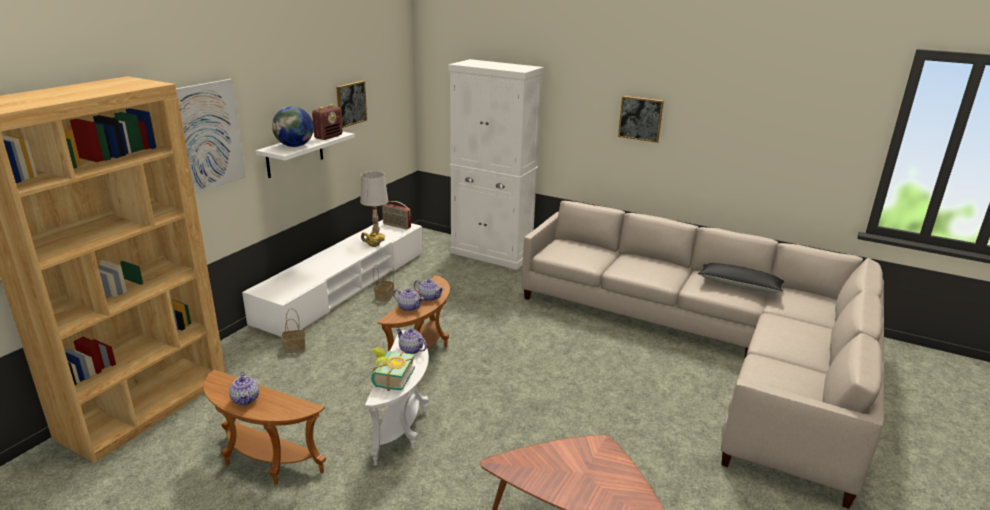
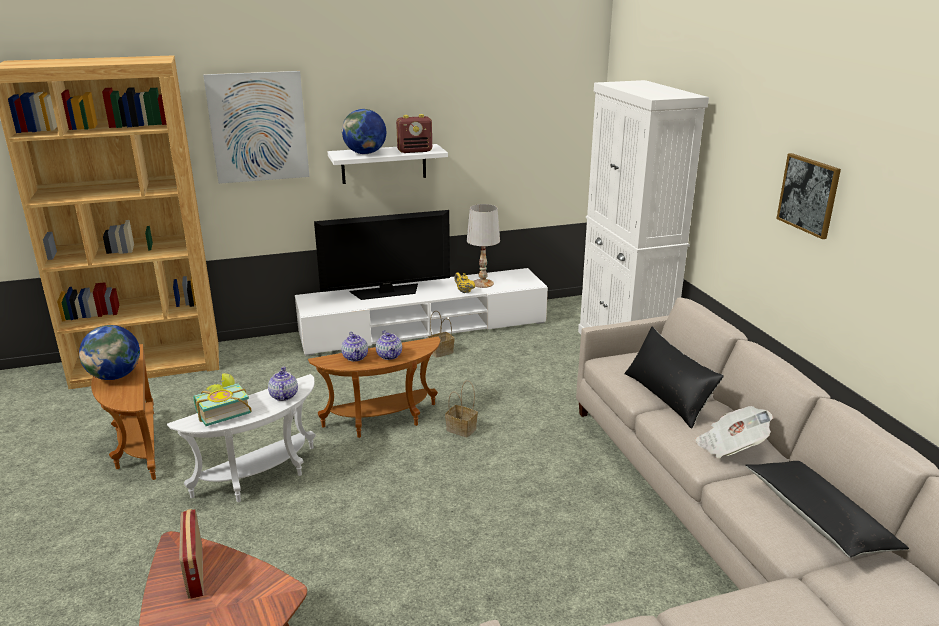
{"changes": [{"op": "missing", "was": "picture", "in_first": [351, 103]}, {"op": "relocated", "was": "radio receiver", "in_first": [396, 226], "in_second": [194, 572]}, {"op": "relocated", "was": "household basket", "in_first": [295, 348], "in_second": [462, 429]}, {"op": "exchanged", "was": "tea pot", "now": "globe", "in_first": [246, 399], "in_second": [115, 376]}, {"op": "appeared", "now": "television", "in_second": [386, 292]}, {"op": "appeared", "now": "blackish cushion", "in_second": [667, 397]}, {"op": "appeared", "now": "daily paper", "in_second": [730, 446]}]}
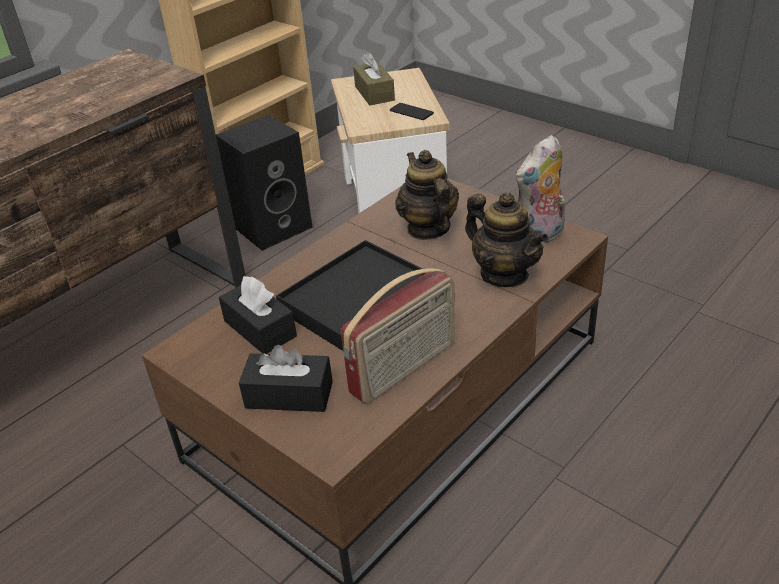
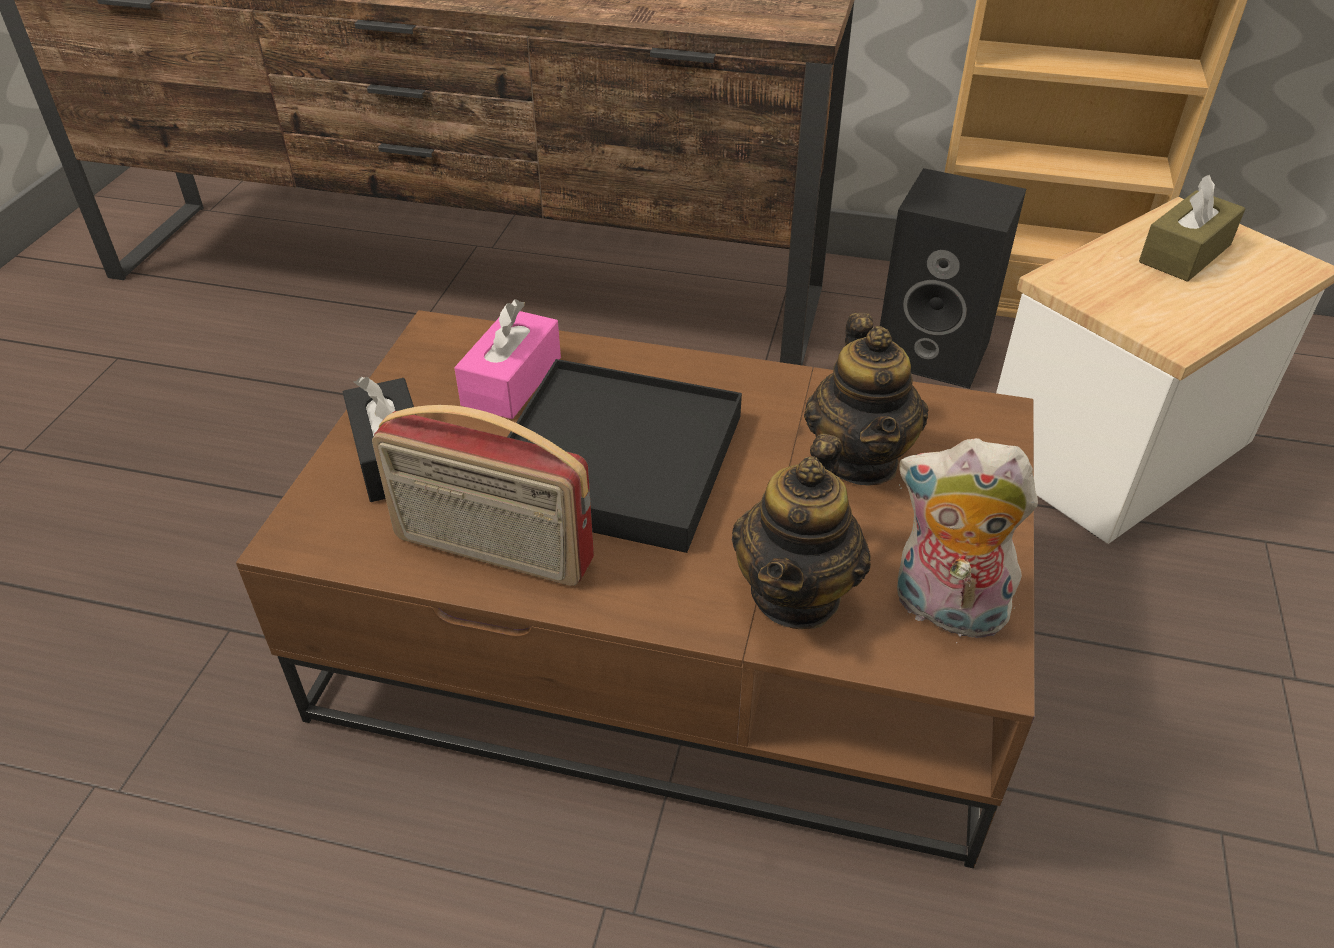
{"changes": [{"op": "missing", "was": "phone", "in_first": [411, 112]}, {"op": "spun", "was": "tea pot", "in_first": [428, 228], "in_second": [859, 459], "clockwise": 135}, {"op": "colour", "was": "blackish tissue box", "now": "pinkish tissue box", "in_first": [260, 329], "in_second": [512, 381]}]}
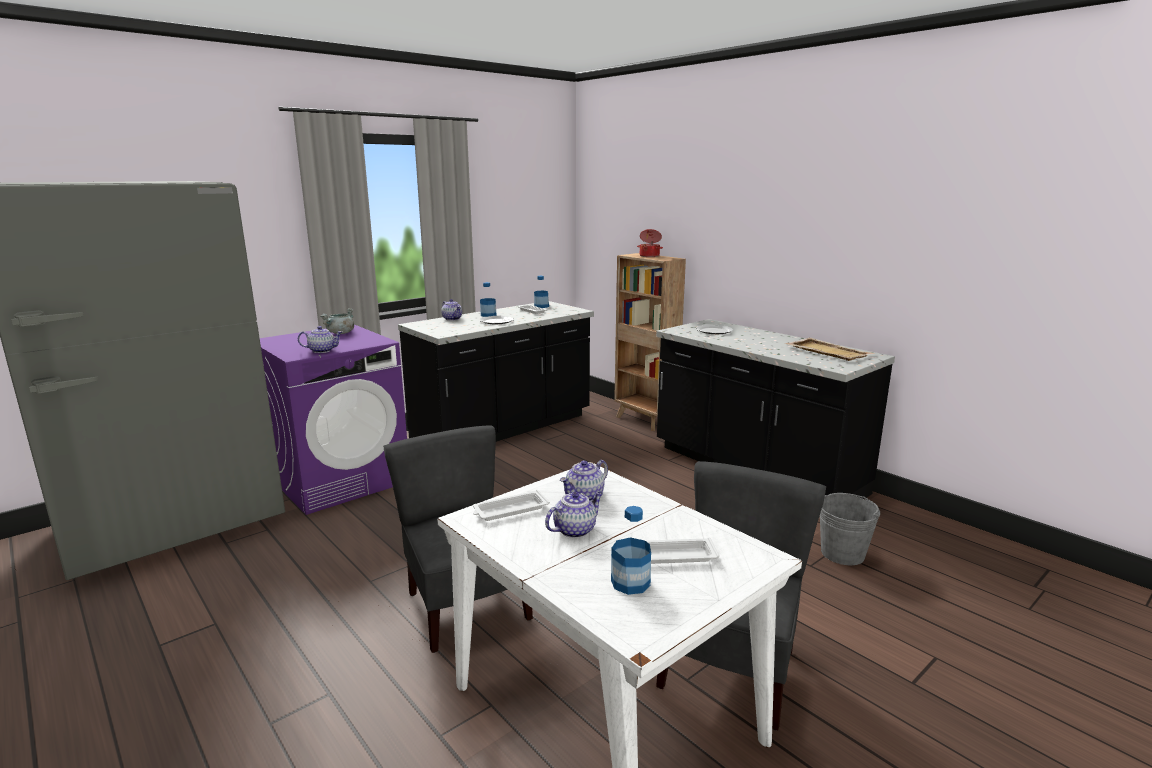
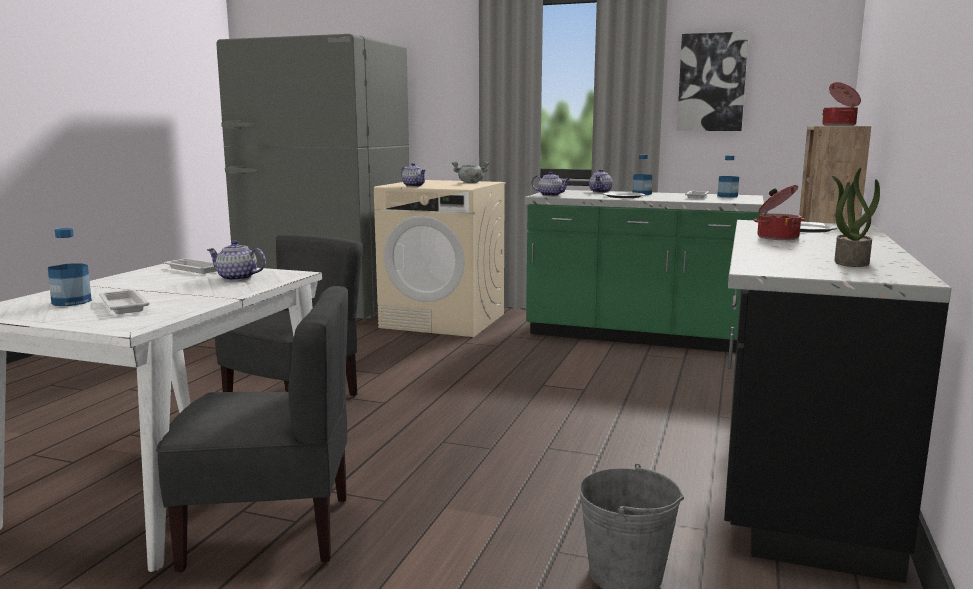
{"changes": [{"op": "colour", "was": "blackish kitchen counter", "now": "green-coloured kitchen counter", "in_first": [504, 429], "in_second": [638, 336]}, {"op": "colour", "was": "purple-coloured washing machine", "now": "sand-coloured washing machine", "in_first": [341, 480], "in_second": [444, 321]}, {"op": "exchanged", "was": "sand-coloured carrying tray", "now": "houseplant", "in_first": [827, 351], "in_second": [850, 262]}, {"op": "relocated", "was": "tea pot", "in_first": [575, 530], "in_second": [551, 195]}, {"op": "appeared", "now": "picture", "in_second": [712, 82]}, {"op": "appeared", "now": "stockpot", "in_second": [777, 237]}]}
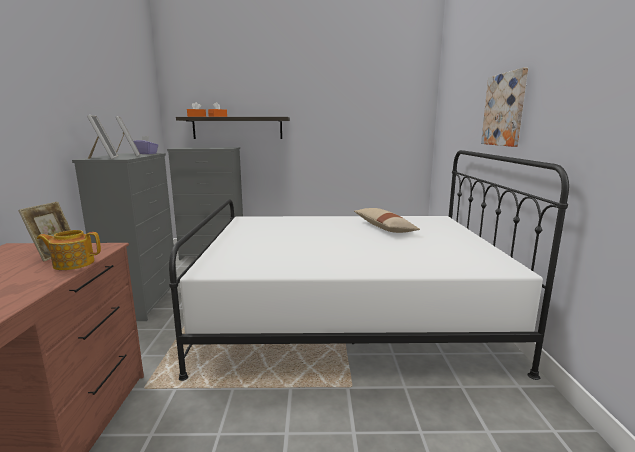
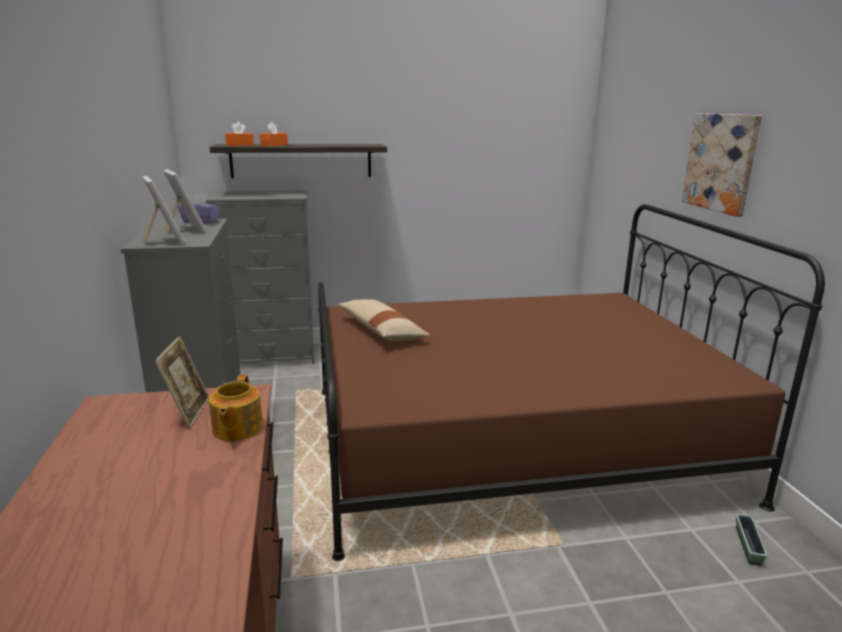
{"changes": [{"op": "colour", "was": "white bedroom bed", "now": "brown-coloured bedroom bed", "in_first": [347, 314], "in_second": [512, 442]}, {"op": "relocated", "was": "sand-coloured cushion", "in_first": [384, 228], "in_second": [381, 331]}, {"op": "spun", "was": "tea pot", "in_first": [73, 263], "in_second": [236, 429], "clockwise": -75}, {"op": "appeared", "now": "plant pot", "in_second": [748, 546]}]}
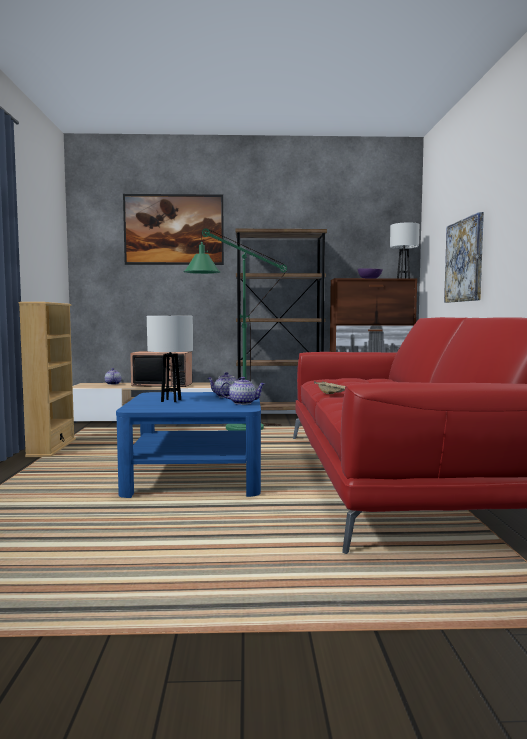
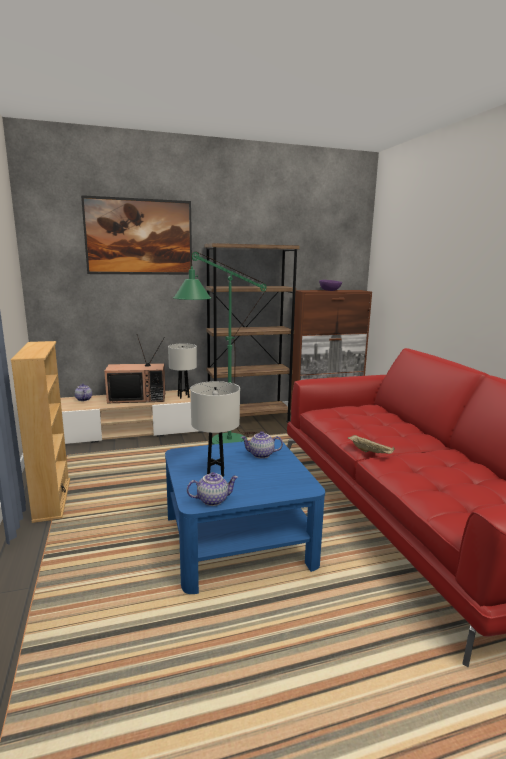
{"changes": [{"op": "missing", "was": "picture", "in_first": [464, 260]}, {"op": "relocated", "was": "white lamp for a table", "in_first": [403, 278], "in_second": [183, 396]}, {"op": "relocated", "was": "tea pot", "in_first": [243, 403], "in_second": [213, 500]}]}
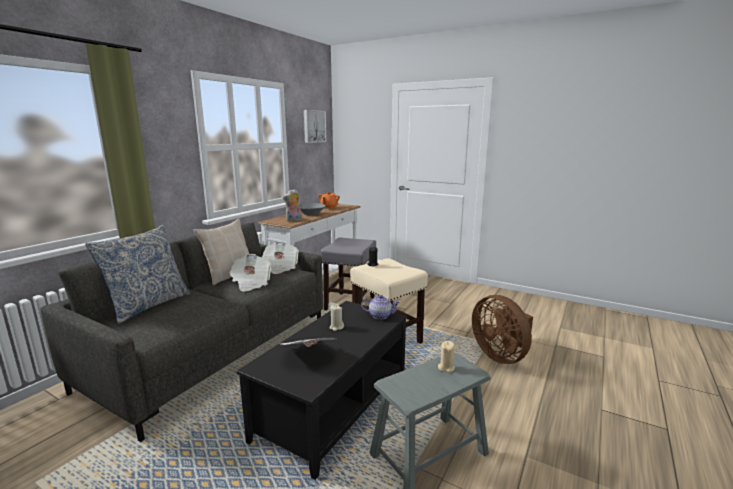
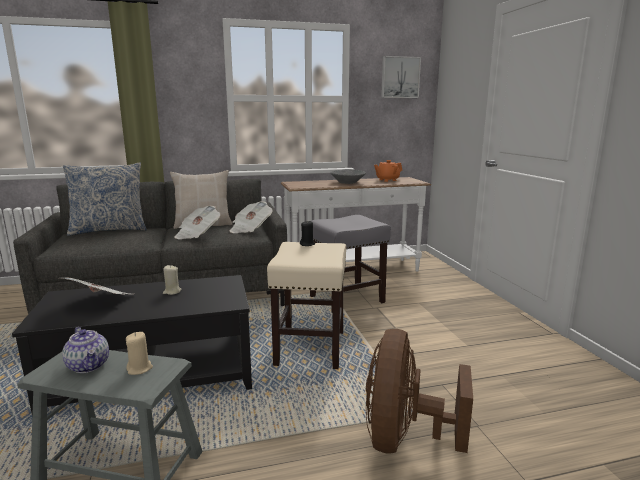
{"changes": [{"op": "missing", "was": "plush toy", "in_first": [293, 220]}, {"op": "relocated", "was": "tea pot", "in_first": [380, 315], "in_second": [89, 365]}]}
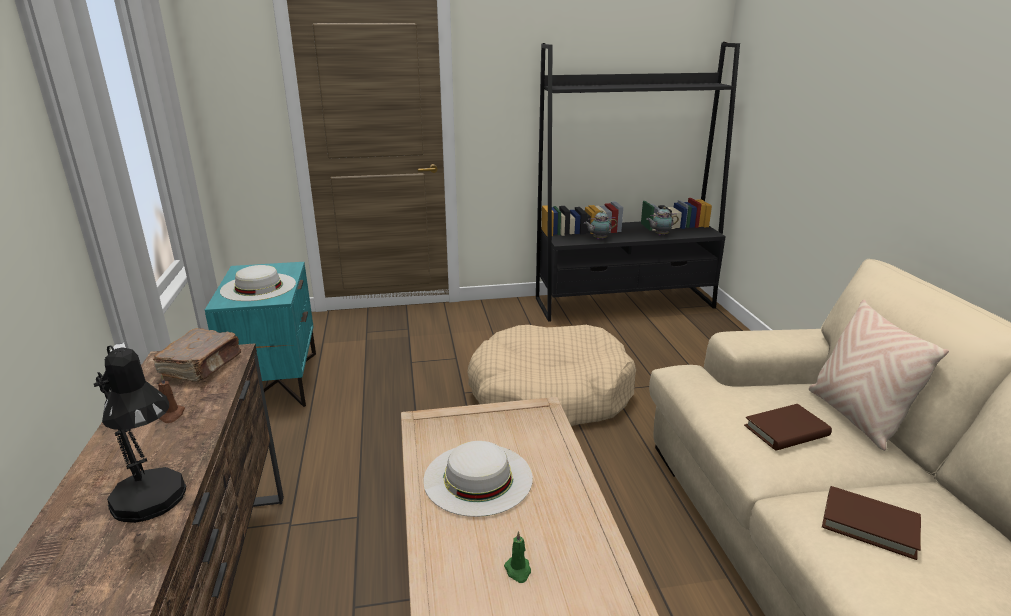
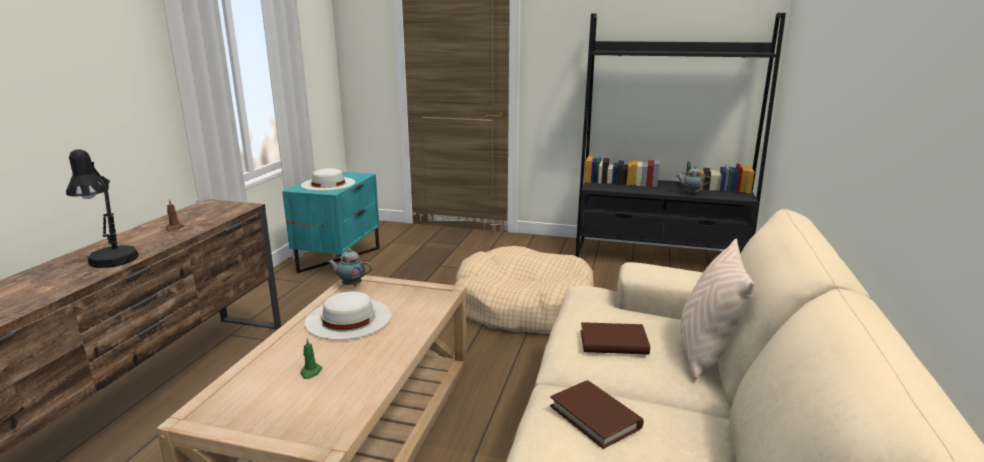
{"changes": [{"op": "relocated", "was": "tea pot", "in_first": [598, 239], "in_second": [351, 285]}, {"op": "missing", "was": "brown-coloured volume", "in_first": [202, 366]}]}
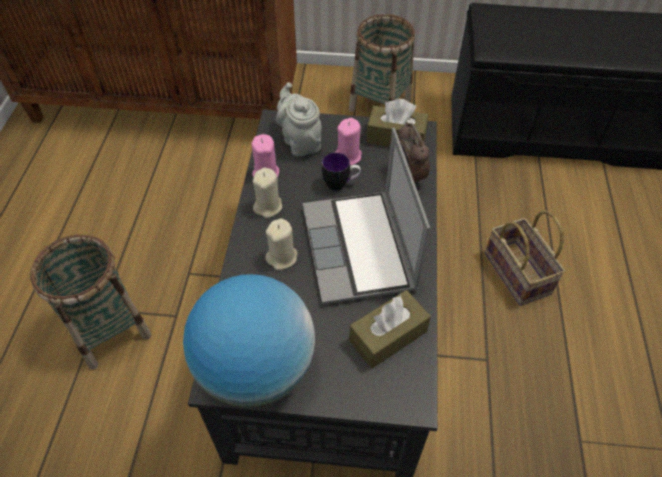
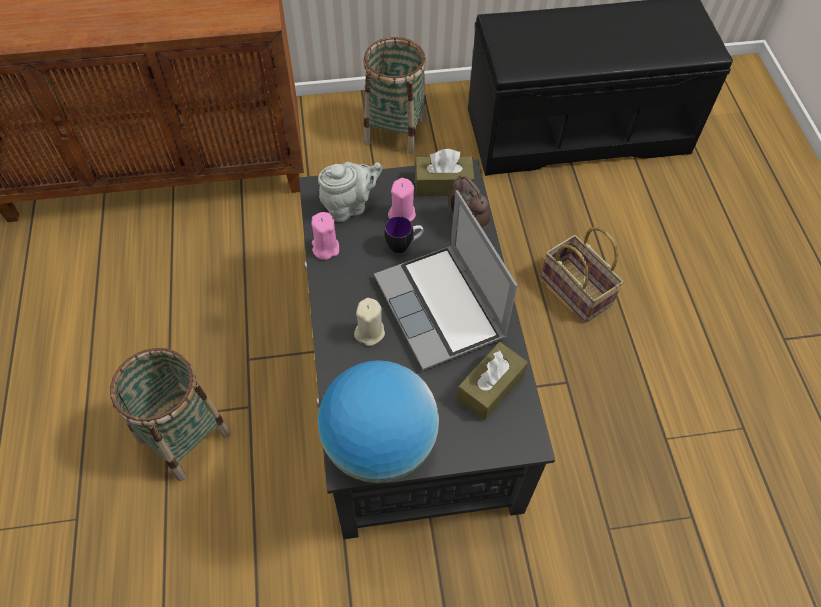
{"changes": [{"op": "spun", "was": "greyish tea pot", "in_first": [300, 141], "in_second": [349, 206], "clockwise": 105}, {"op": "missing", "was": "sand-coloured wax candle", "in_first": [268, 206]}]}
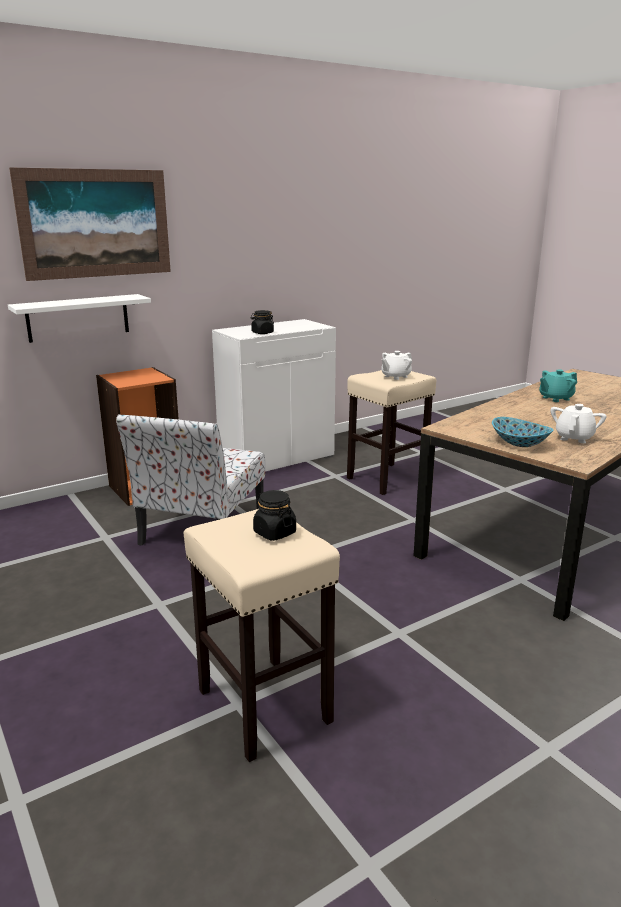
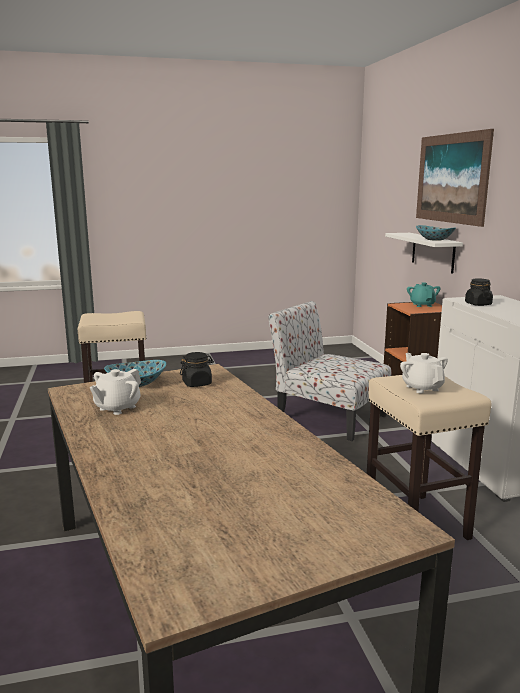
{"changes": [{"op": "relocated", "was": "turquoise tea pot", "in_first": [555, 398], "in_second": [422, 305]}, {"op": "spun", "was": "white tea pot", "in_first": [574, 438], "in_second": [117, 408], "clockwise": 75}, {"op": "relocated", "was": "blackish storage jar", "in_first": [274, 532], "in_second": [197, 383]}, {"op": "appeared", "now": "bowl", "in_second": [434, 239]}]}
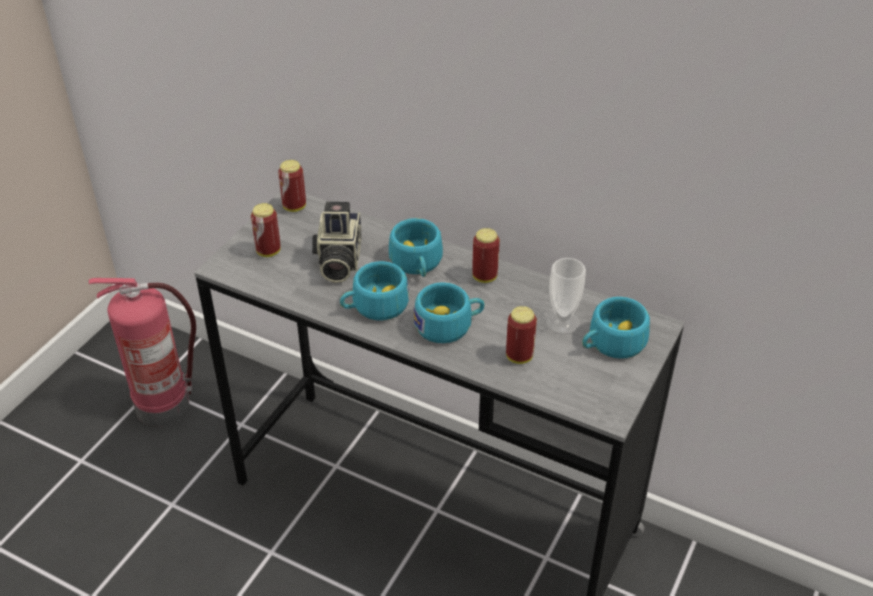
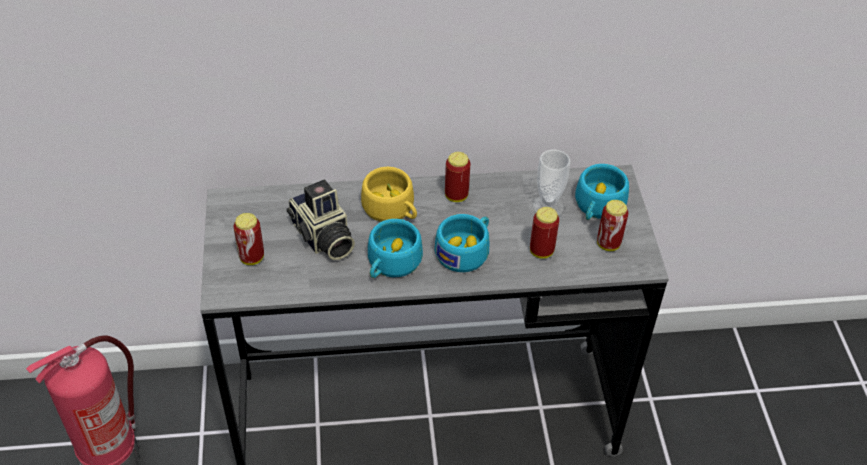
{"changes": [{"op": "relocated", "was": "sealed can", "in_first": [294, 207], "in_second": [608, 244]}, {"op": "colour", "was": "turquoise drinking cup", "now": "yellowish drinking cup", "in_first": [417, 264], "in_second": [392, 209]}]}
